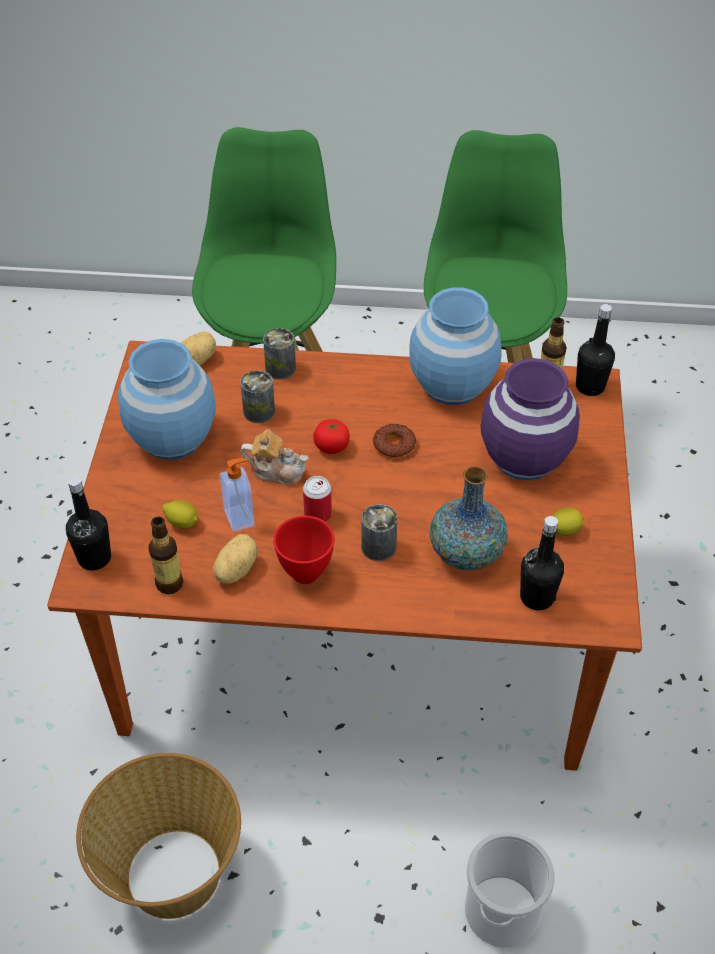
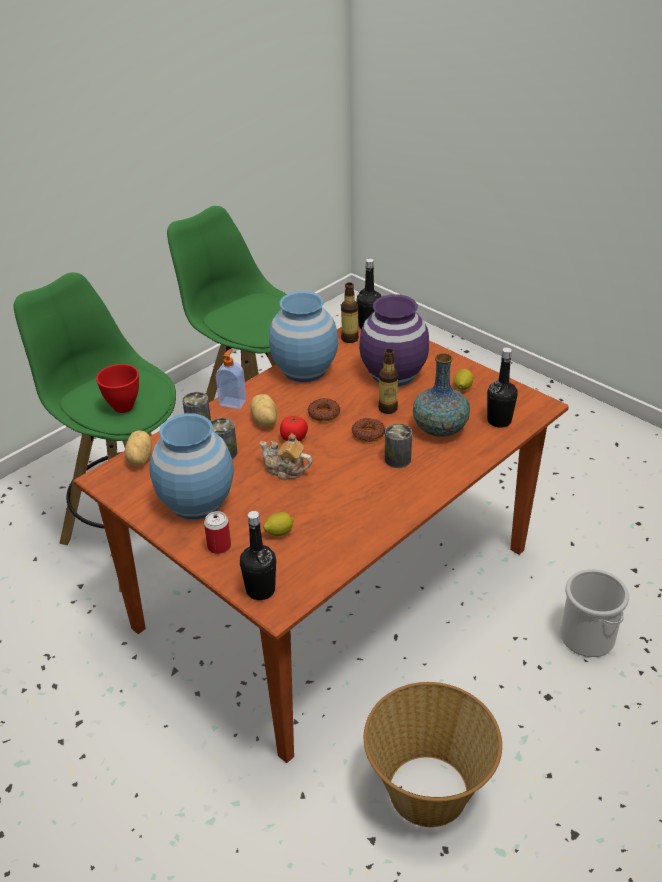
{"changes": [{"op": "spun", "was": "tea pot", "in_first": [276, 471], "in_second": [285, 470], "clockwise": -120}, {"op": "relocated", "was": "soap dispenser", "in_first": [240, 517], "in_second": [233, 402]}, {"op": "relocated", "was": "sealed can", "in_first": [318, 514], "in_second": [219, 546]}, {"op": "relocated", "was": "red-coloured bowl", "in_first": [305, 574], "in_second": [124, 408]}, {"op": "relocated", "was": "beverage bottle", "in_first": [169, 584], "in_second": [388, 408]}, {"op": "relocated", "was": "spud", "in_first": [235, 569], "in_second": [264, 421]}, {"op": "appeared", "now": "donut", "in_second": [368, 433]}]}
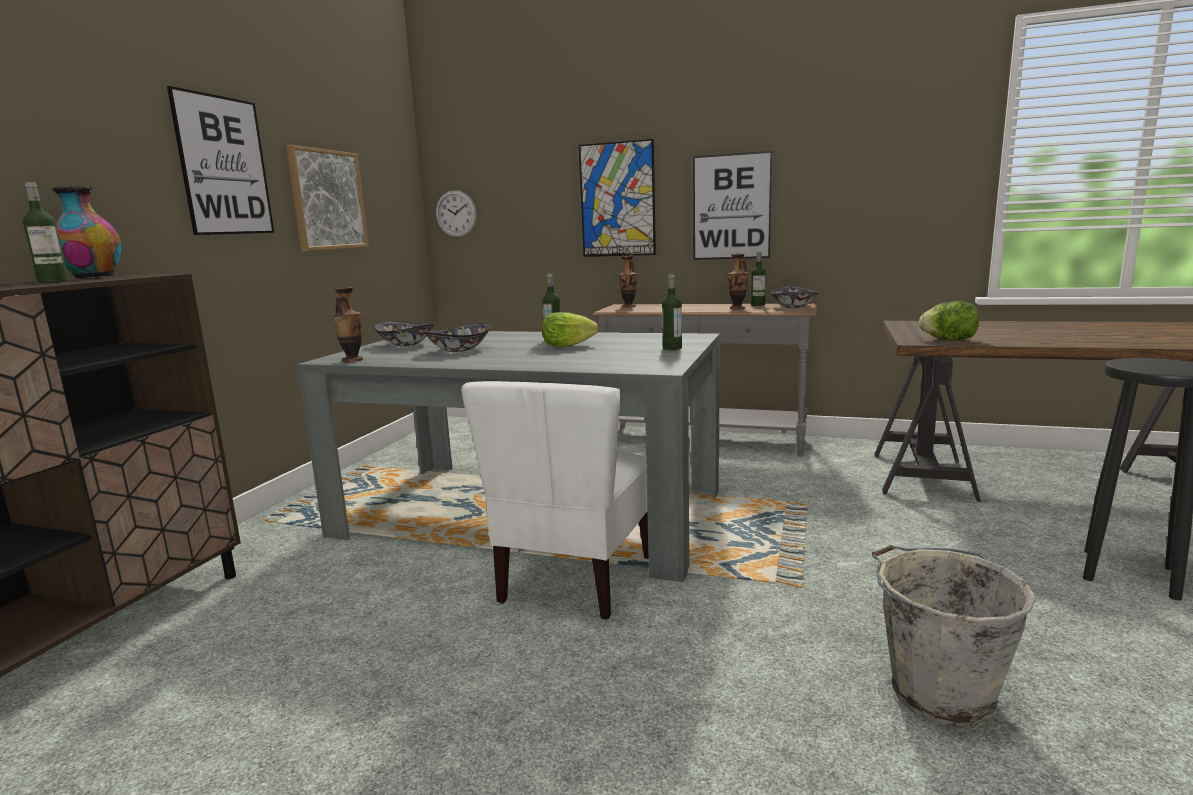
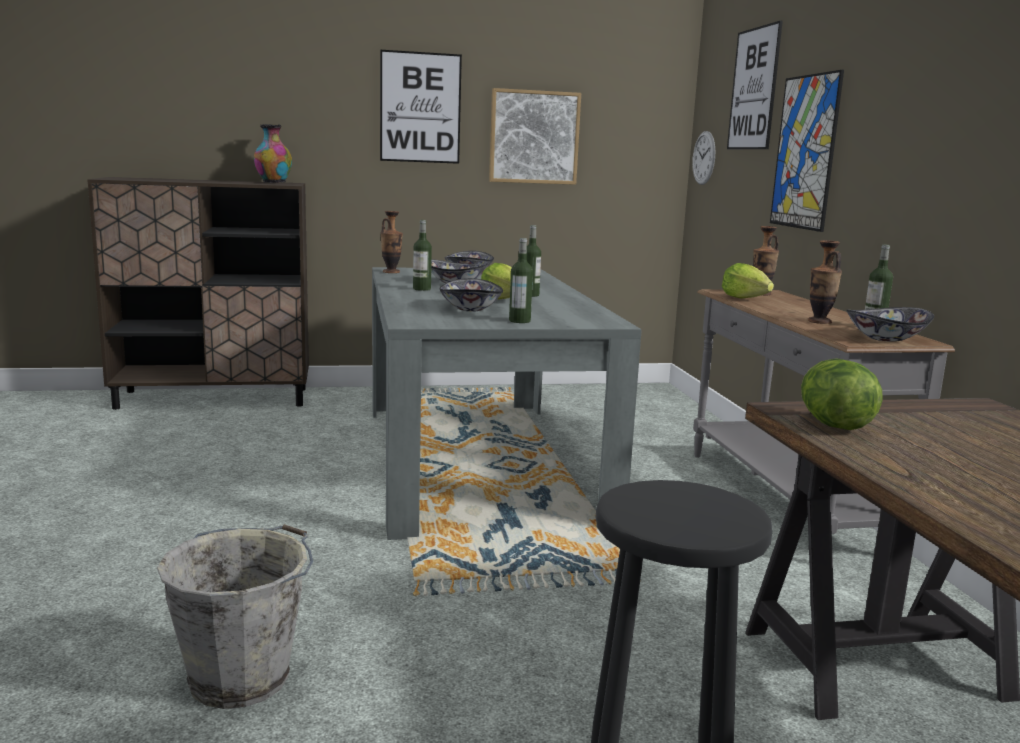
{"changes": [{"op": "relocated", "was": "picture", "in_first": [731, 207], "in_second": [754, 89]}, {"op": "relocated", "was": "beverage bottle", "in_first": [53, 282], "in_second": [422, 289]}, {"op": "missing", "was": "white upright chair", "in_first": [575, 579]}, {"op": "appeared", "now": "lettuce", "in_second": [744, 298]}, {"op": "appeared", "now": "bowl", "in_second": [469, 309]}]}
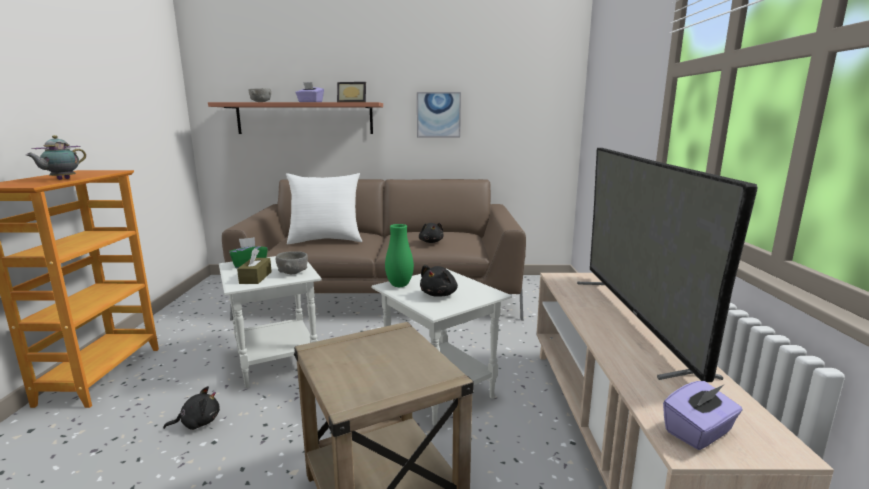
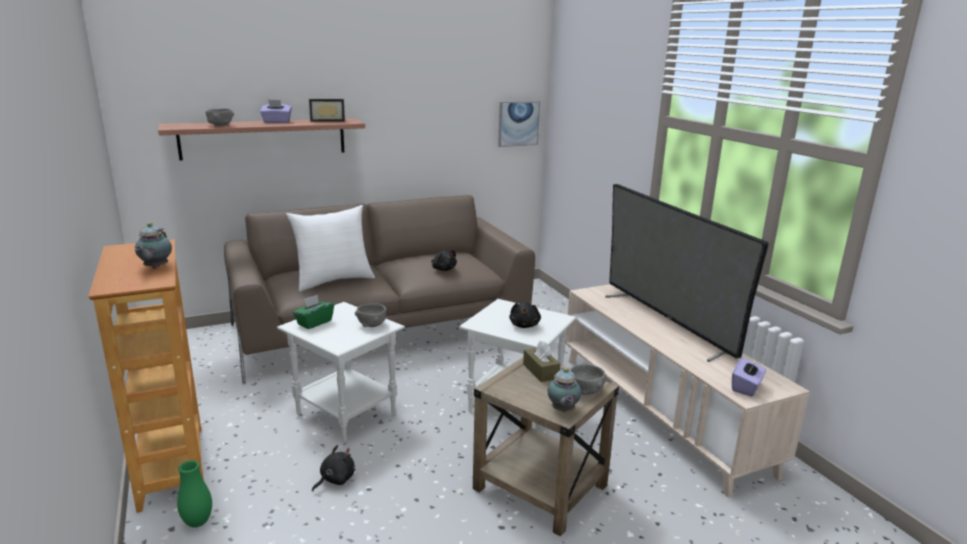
{"changes": [{"op": "relocated", "was": "picture", "in_first": [438, 115], "in_second": [518, 123]}, {"op": "relocated", "was": "green-coloured decorative vase", "in_first": [399, 285], "in_second": [198, 522]}, {"op": "relocated", "was": "brown-coloured tissue box", "in_first": [255, 277], "in_second": [540, 371]}, {"op": "appeared", "now": "greyish bowl", "in_second": [585, 391]}, {"op": "appeared", "now": "tea pot", "in_second": [562, 410]}]}
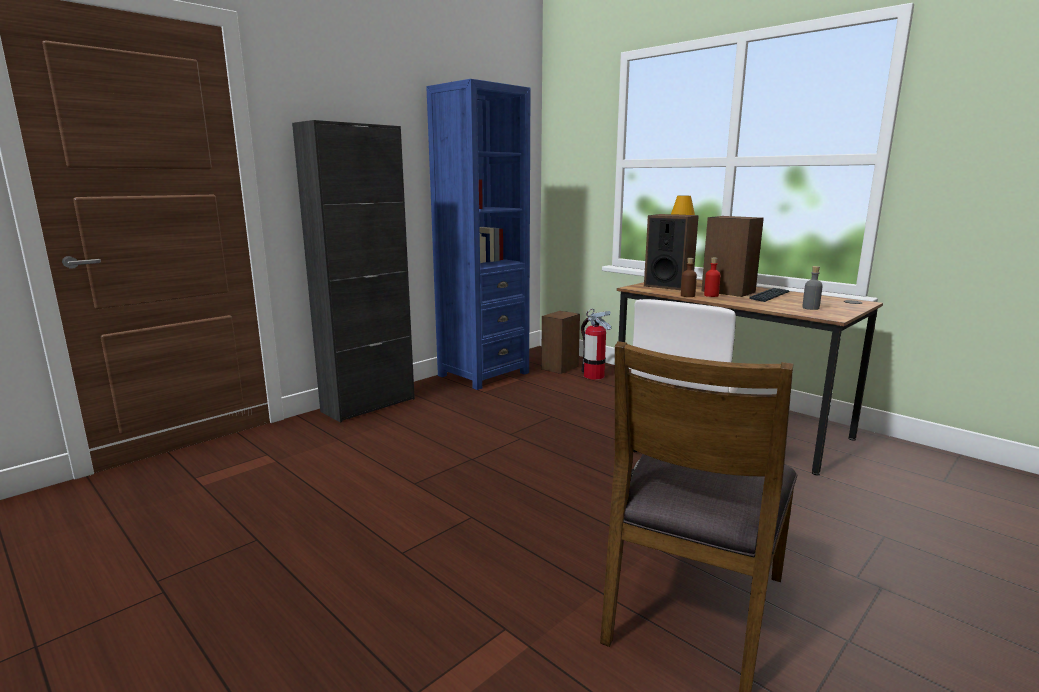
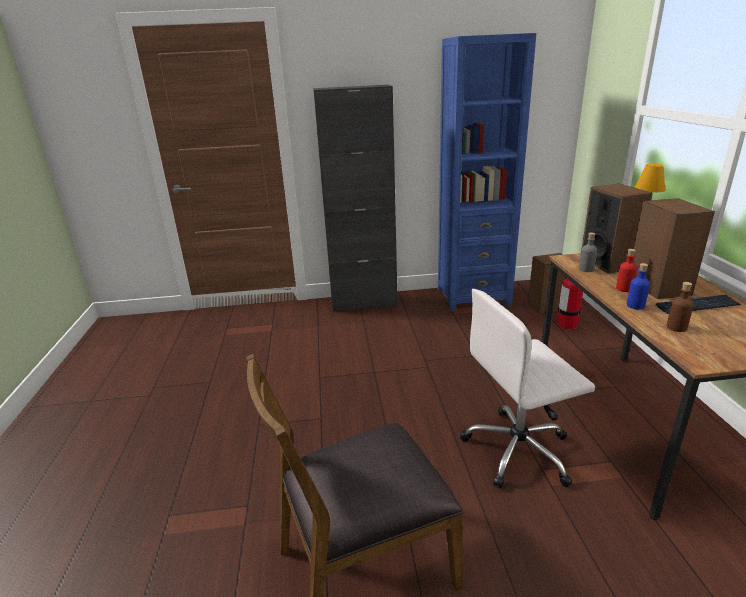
{"changes": [{"op": "relocated", "was": "brown-coloured beverage bottle", "in_first": [687, 295], "in_second": [676, 327]}, {"op": "relocated", "was": "greyish beverage bottle", "in_first": [810, 308], "in_second": [586, 269]}, {"op": "appeared", "now": "blue beverage bottle", "in_second": [635, 305]}]}
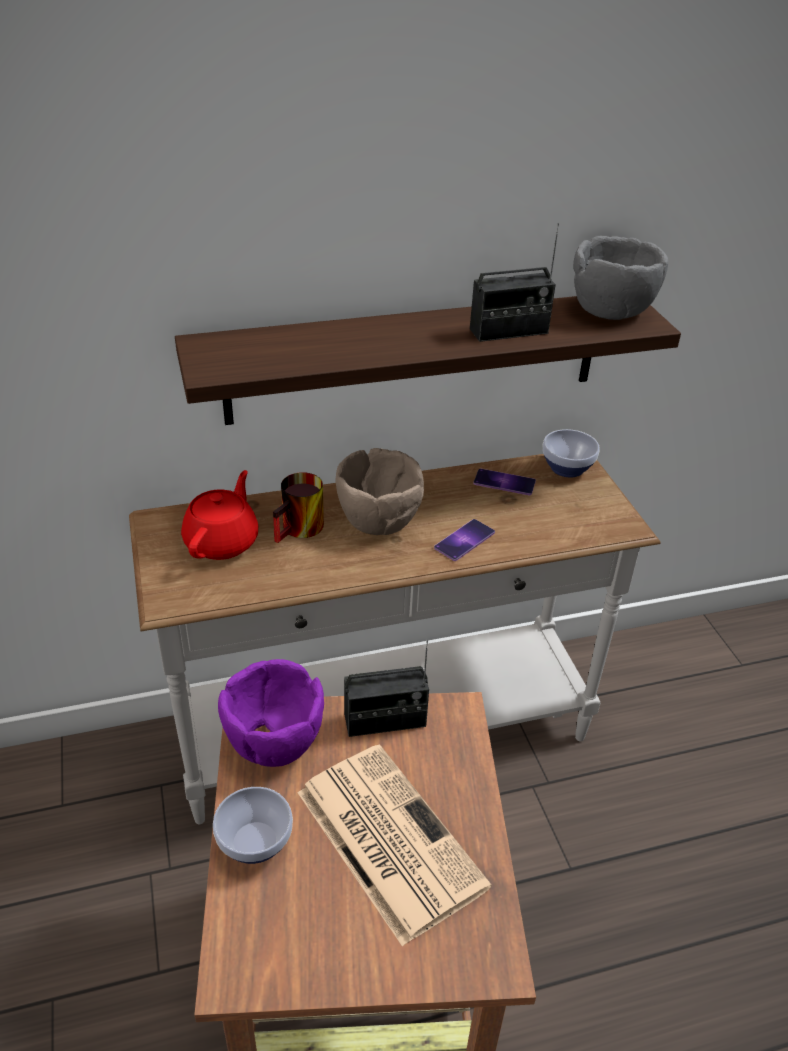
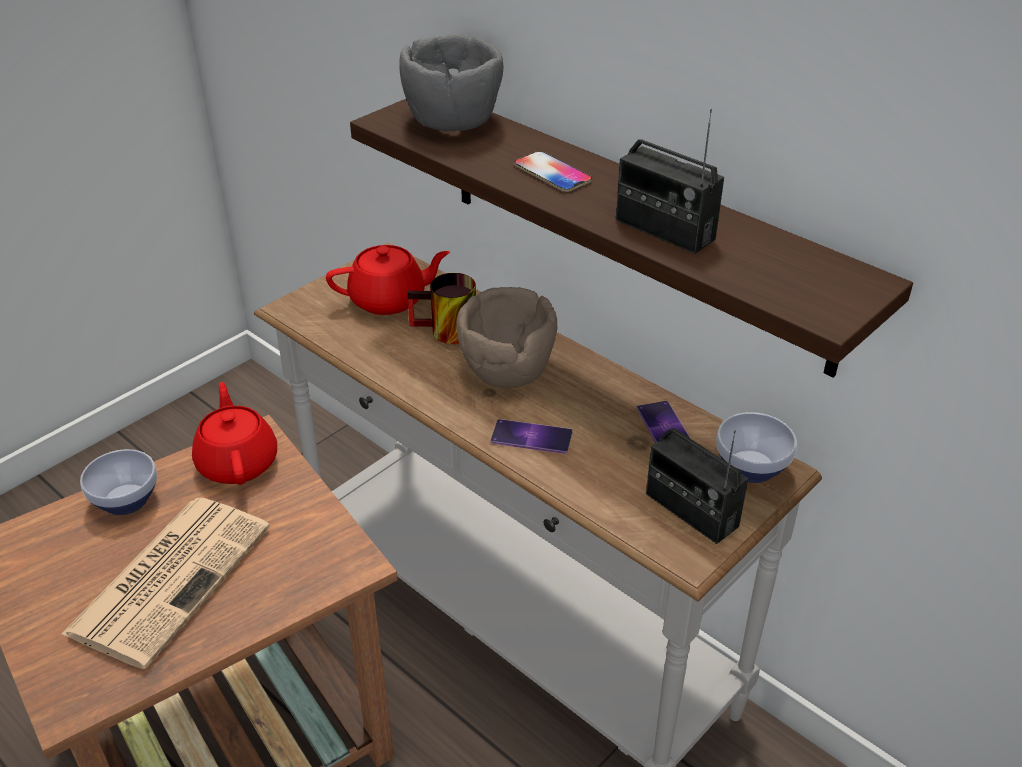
{"changes": [{"op": "relocated", "was": "greyish bowl", "in_first": [612, 309], "in_second": [454, 122]}, {"op": "relocated", "was": "radio receiver", "in_first": [385, 720], "in_second": [691, 510]}, {"op": "exchanged", "was": "purple-coloured bowl", "now": "red-coloured tea pot", "in_first": [273, 742], "in_second": [238, 462]}, {"op": "appeared", "now": "phone", "in_second": [552, 173]}]}
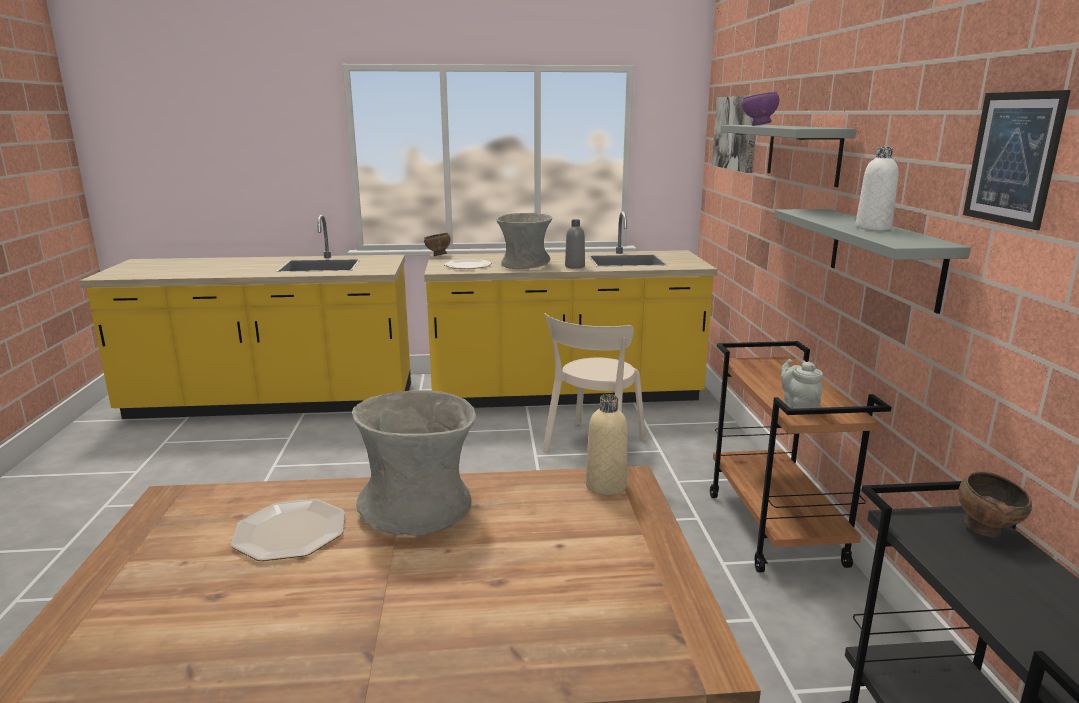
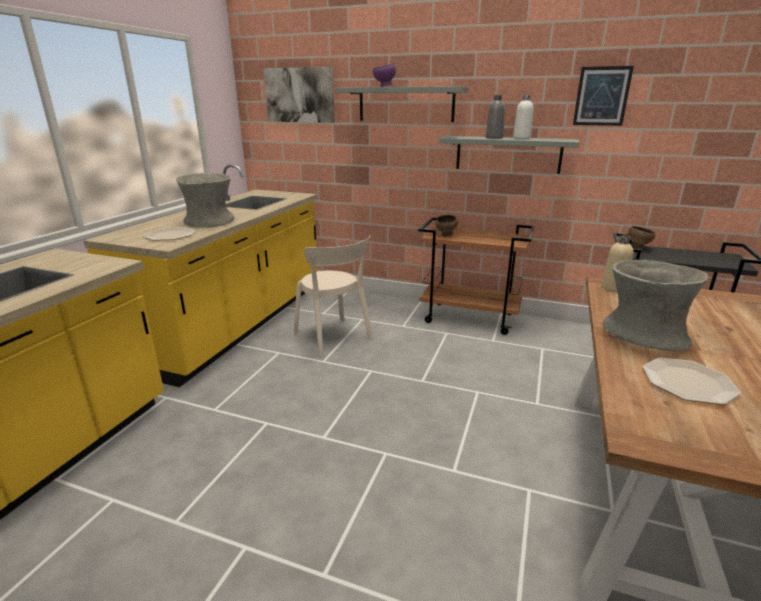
{"changes": [{"op": "relocated", "was": "greyish beverage bottle", "in_first": [575, 266], "in_second": [494, 138]}, {"op": "relocated", "was": "brown-coloured bowl", "in_first": [438, 256], "in_second": [446, 236]}, {"op": "missing", "was": "greyish tea pot", "in_first": [798, 407]}]}
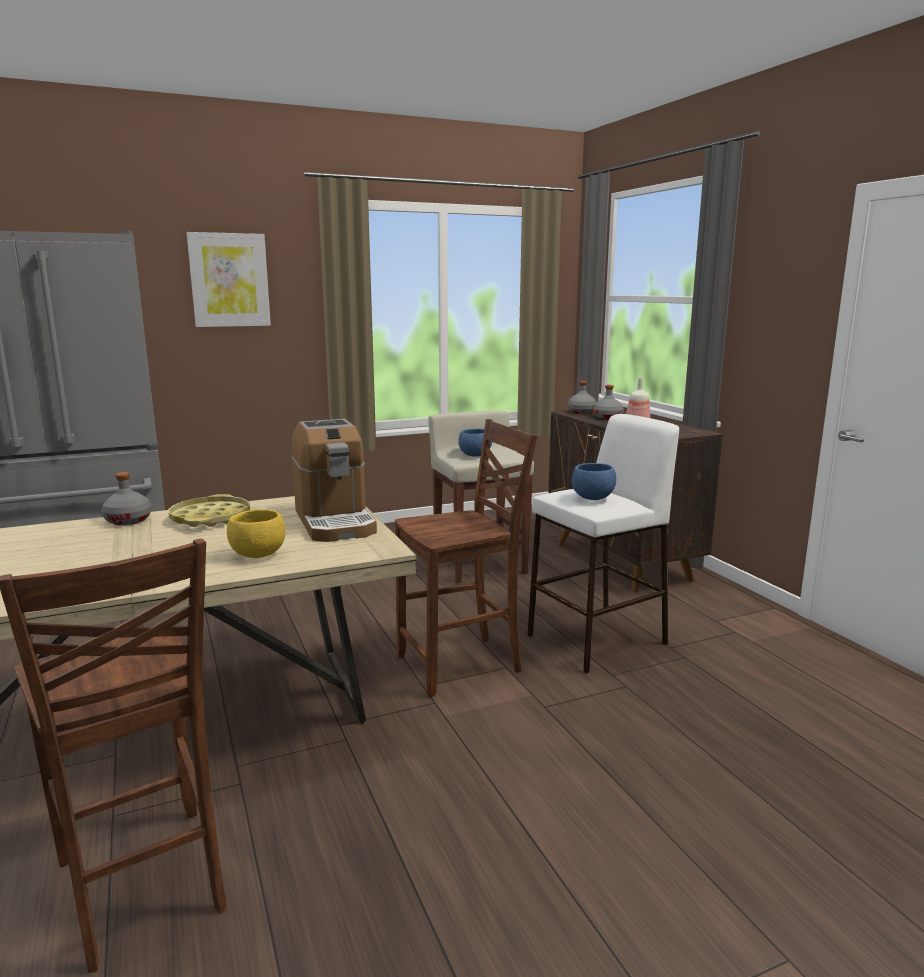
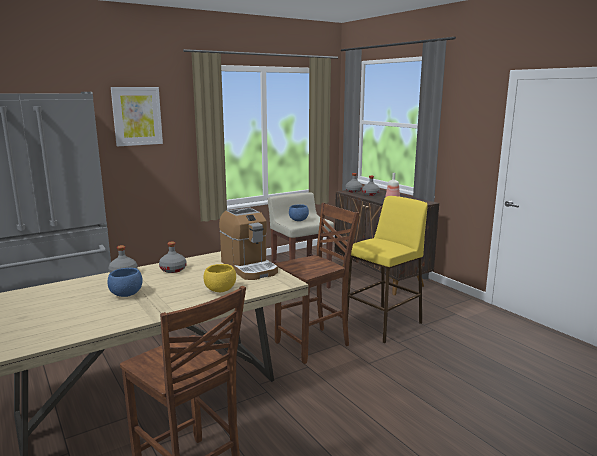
{"changes": [{"op": "colour", "was": "white sitting stool", "now": "yellowish sitting stool", "in_first": [597, 639], "in_second": [383, 323]}, {"op": "relocated", "was": "blue bowl", "in_first": [592, 498], "in_second": [126, 295]}, {"op": "exchanged", "was": "yellowish carrying tray", "now": "greyish beverage bottle", "in_first": [210, 518], "in_second": [173, 269]}]}
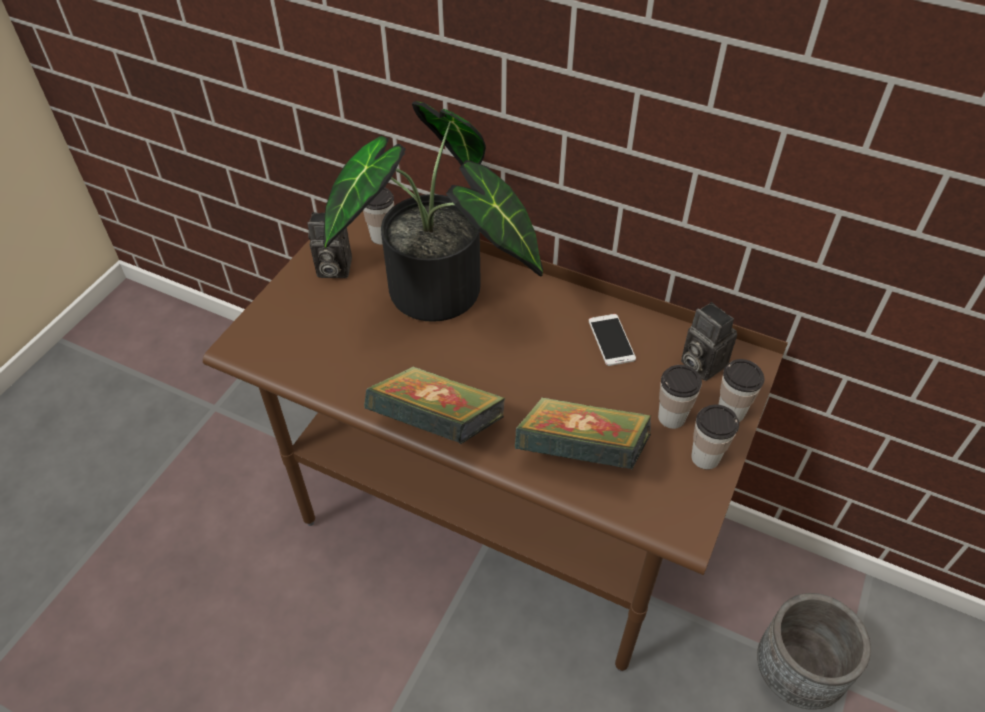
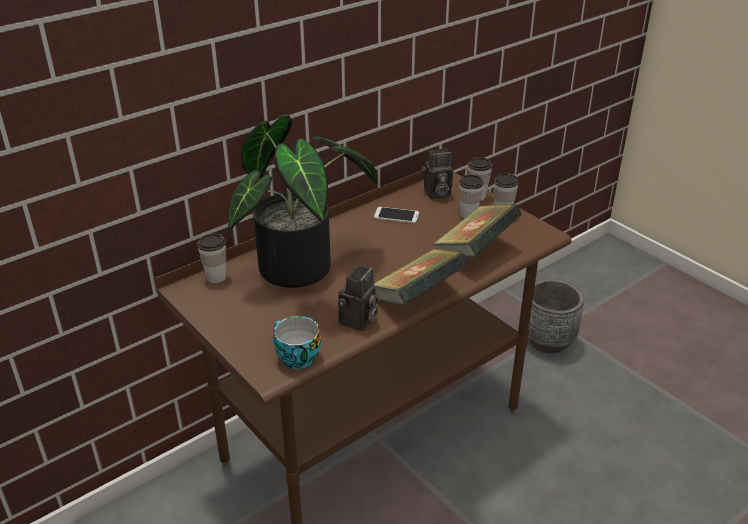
{"changes": [{"op": "relocated", "was": "photo camera", "in_first": [332, 269], "in_second": [358, 321]}, {"op": "appeared", "now": "drinking cup", "in_second": [295, 358]}]}
